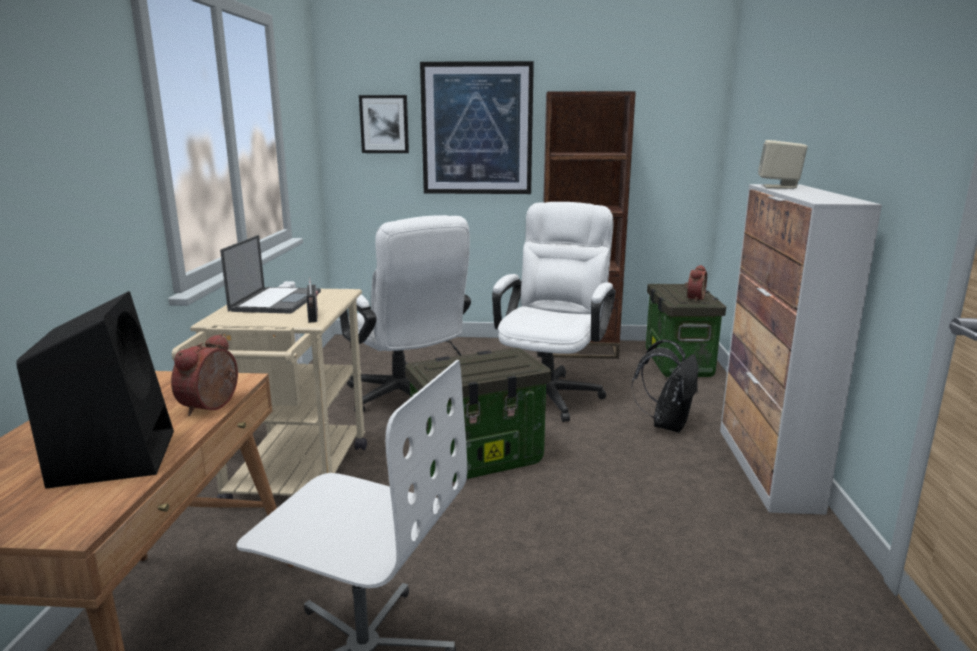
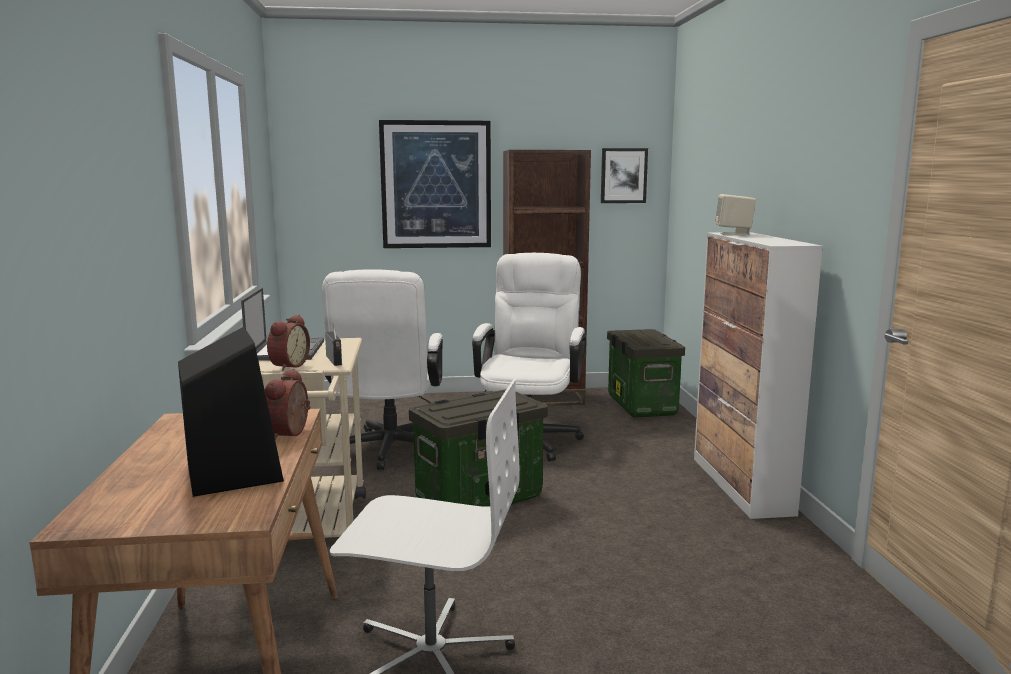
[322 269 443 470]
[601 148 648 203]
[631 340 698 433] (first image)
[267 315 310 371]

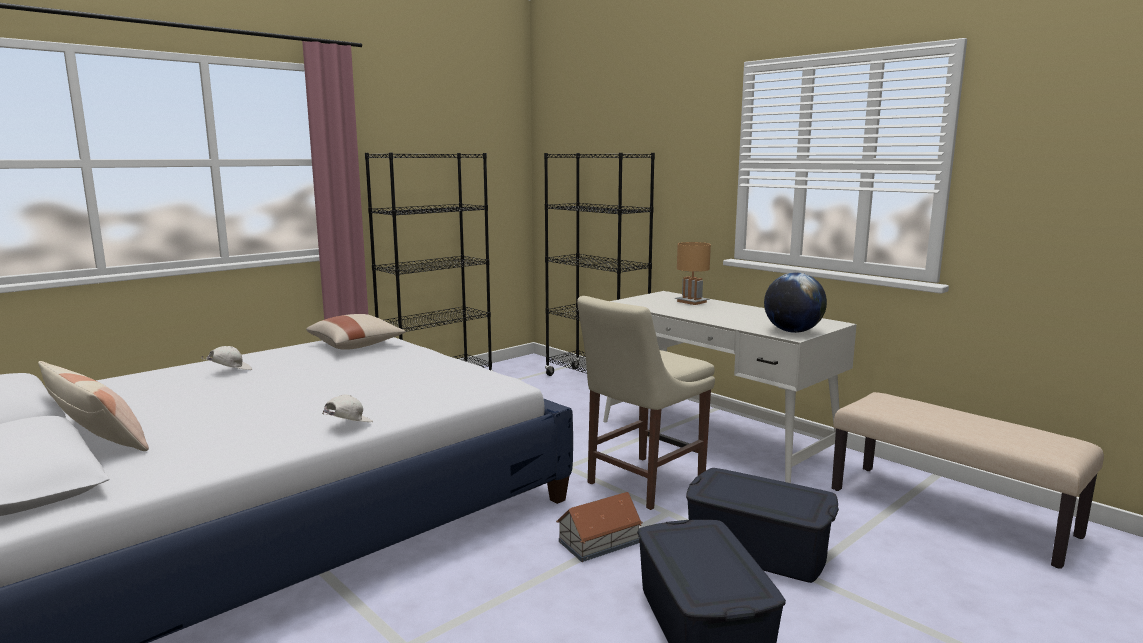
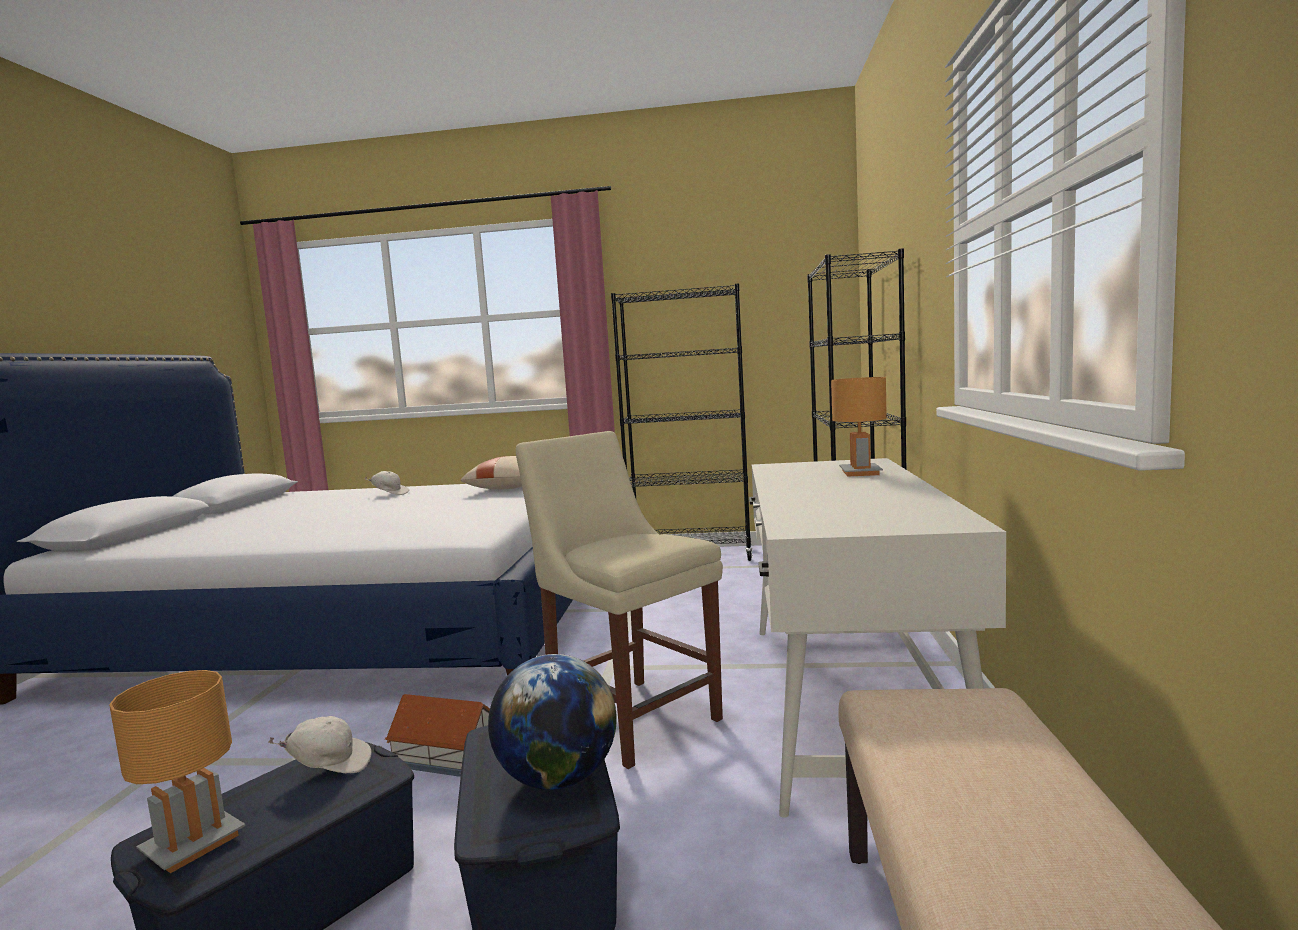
[38 361 149 451] (first image)
[268 716 371 773]
[516 431 723 769]
[488 654 616 790]
[109 670 246 873]

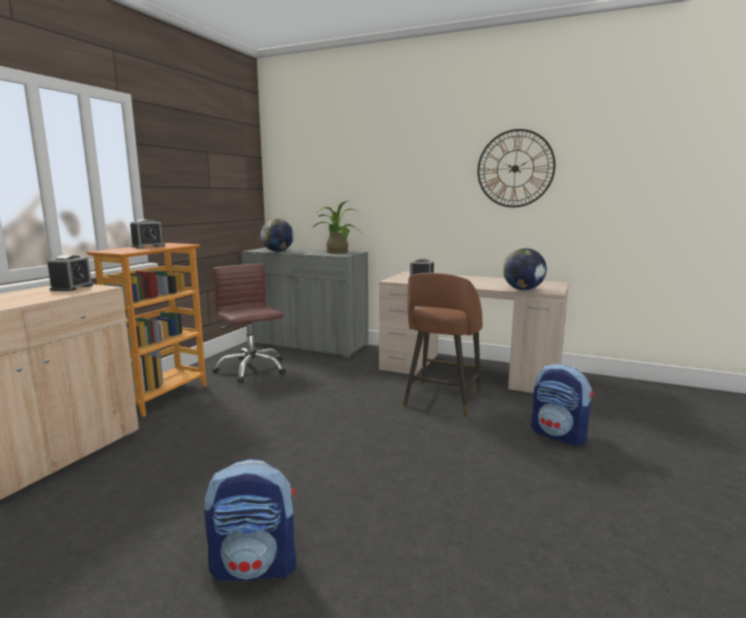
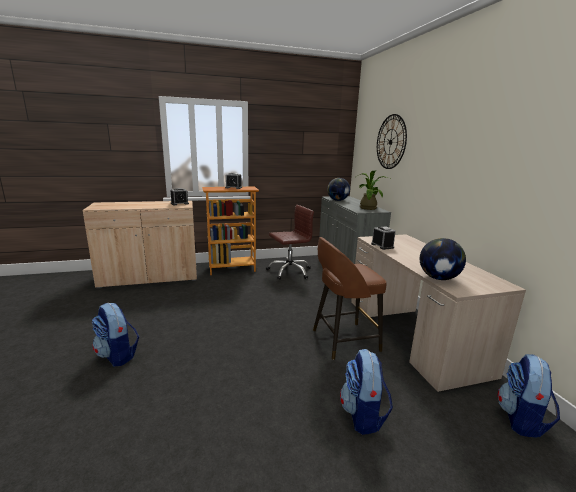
[266 205 314 280]
[377 114 407 169]
[497 354 560 438]

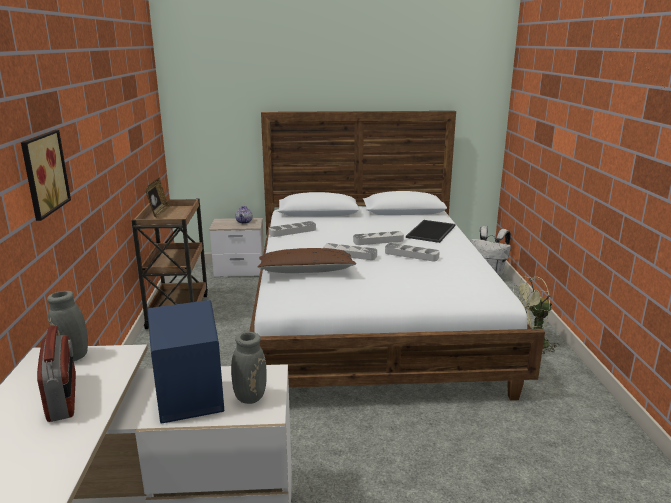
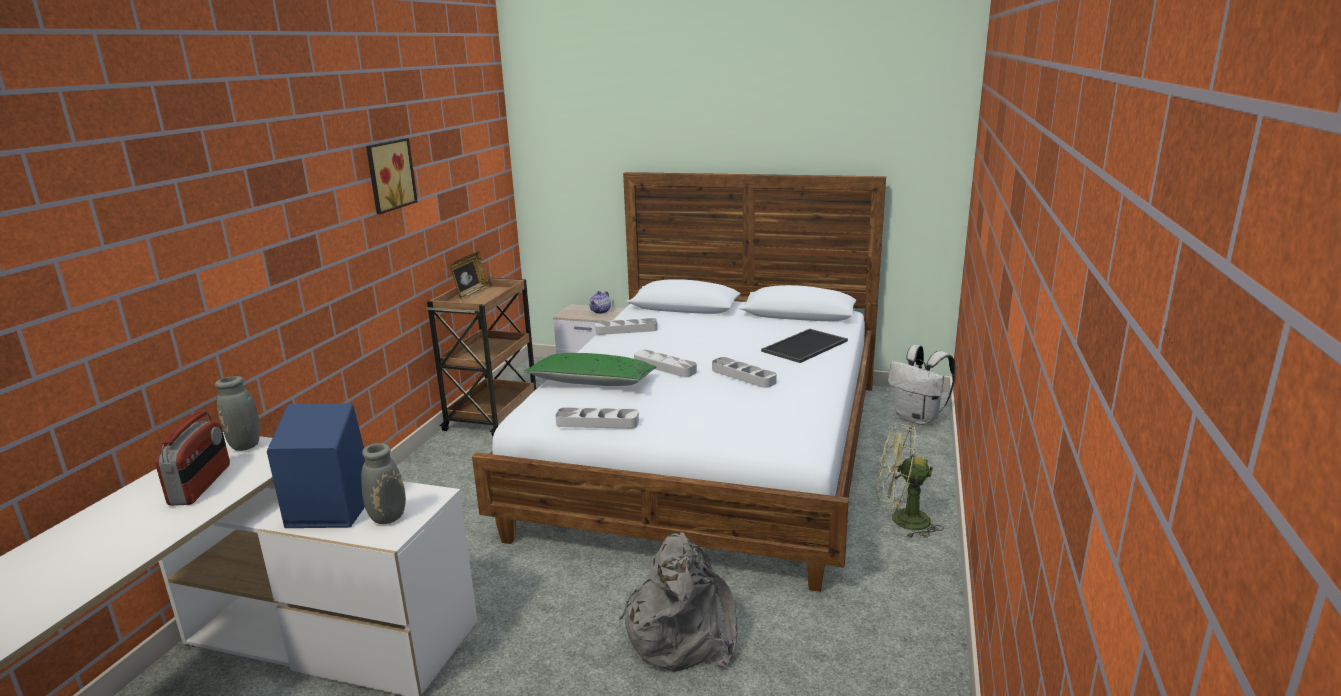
[366 138 418 214]
[524 353 656 386]
[555 407 639 429]
[619 532 737 672]

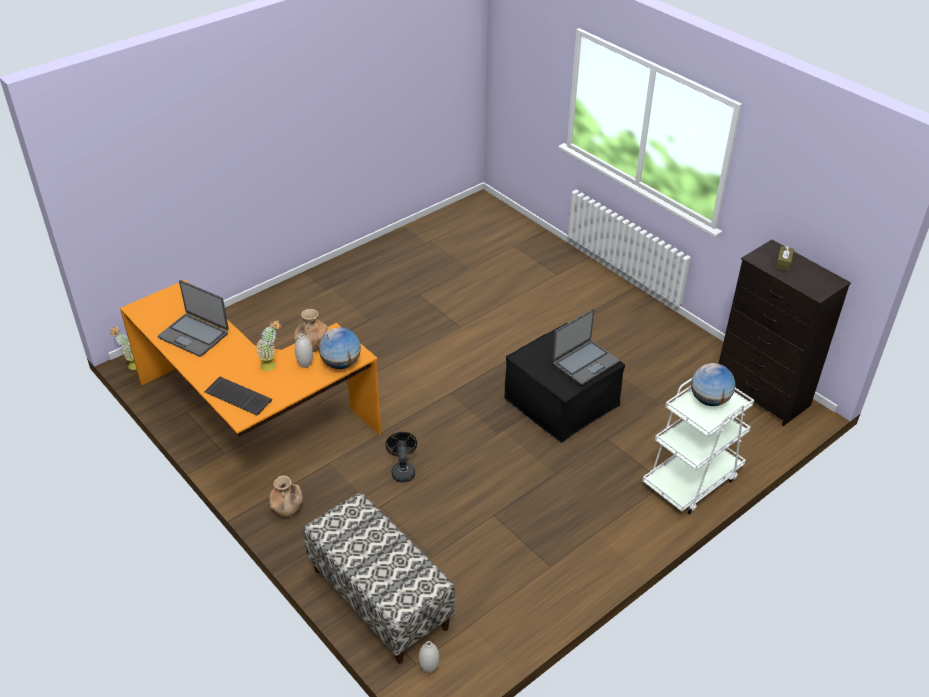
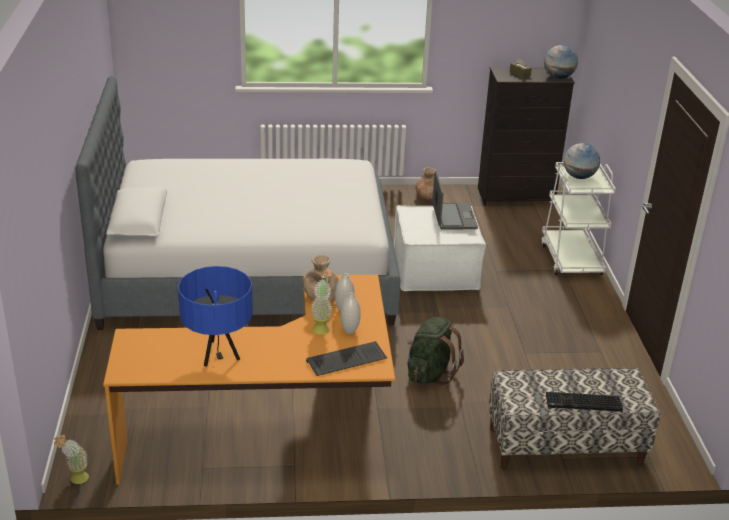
[178 266 253 366]
[415 167 435 201]
[544 45 578 79]
[407 317 464 386]
[341 293 361 334]
[393 205 486 291]
[75 76 400 330]
[546 392 623 412]

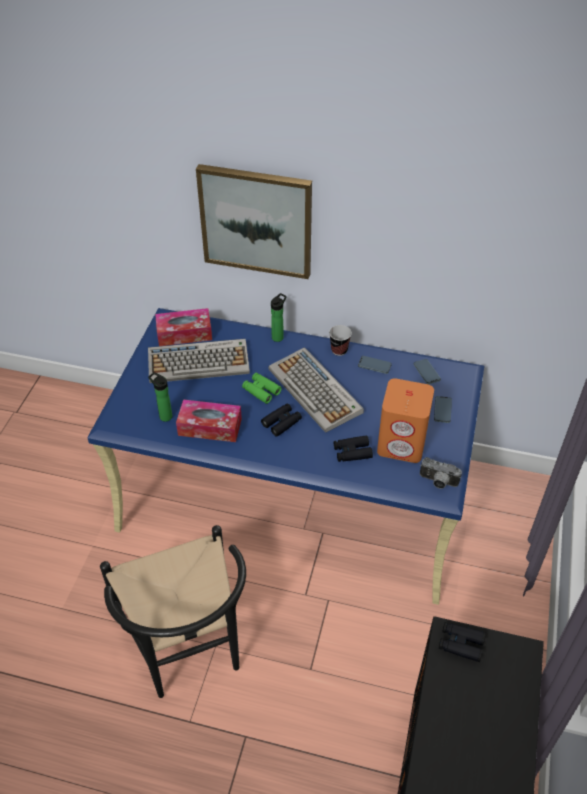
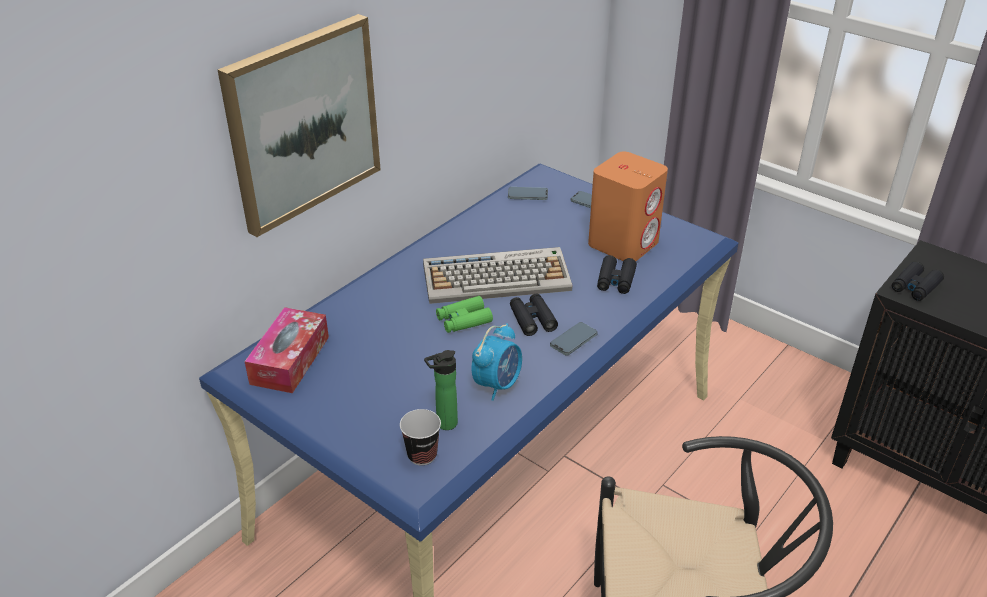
[148 339 250 383] (first image)
[472 323 522 401]
[271 293 287 342] (first image)
[400 409 441 466]
[550 322 598 355]
[420 457 462 489] (first image)

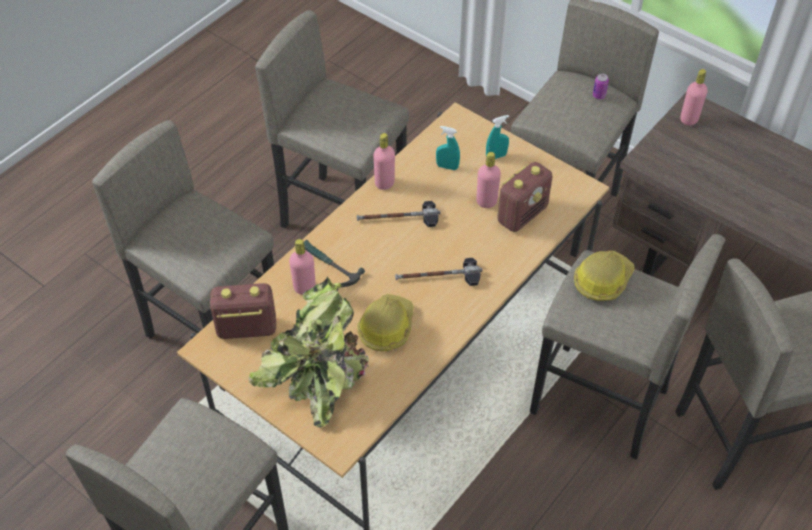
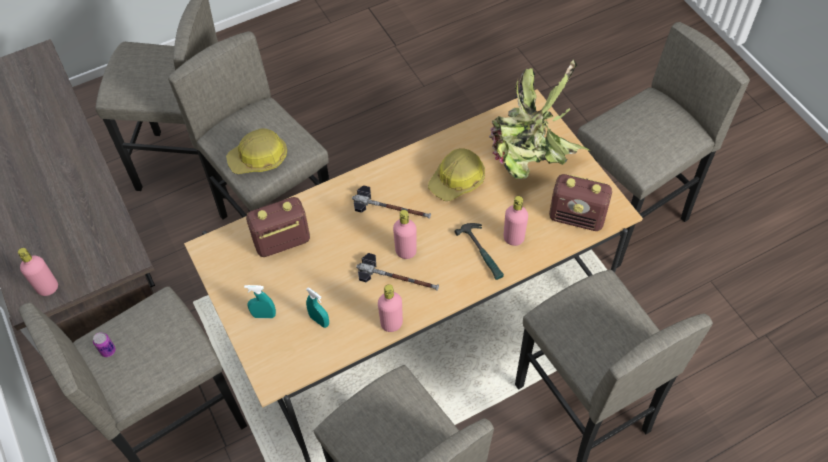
[393 210 417 259]

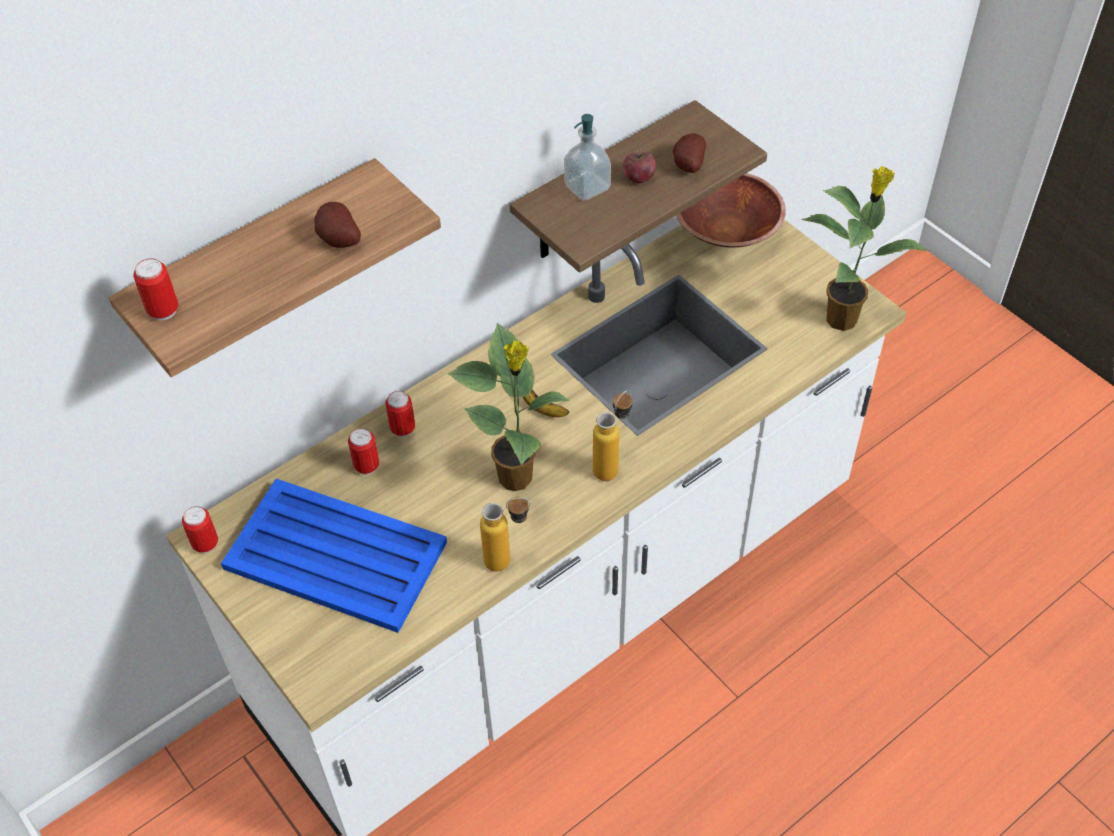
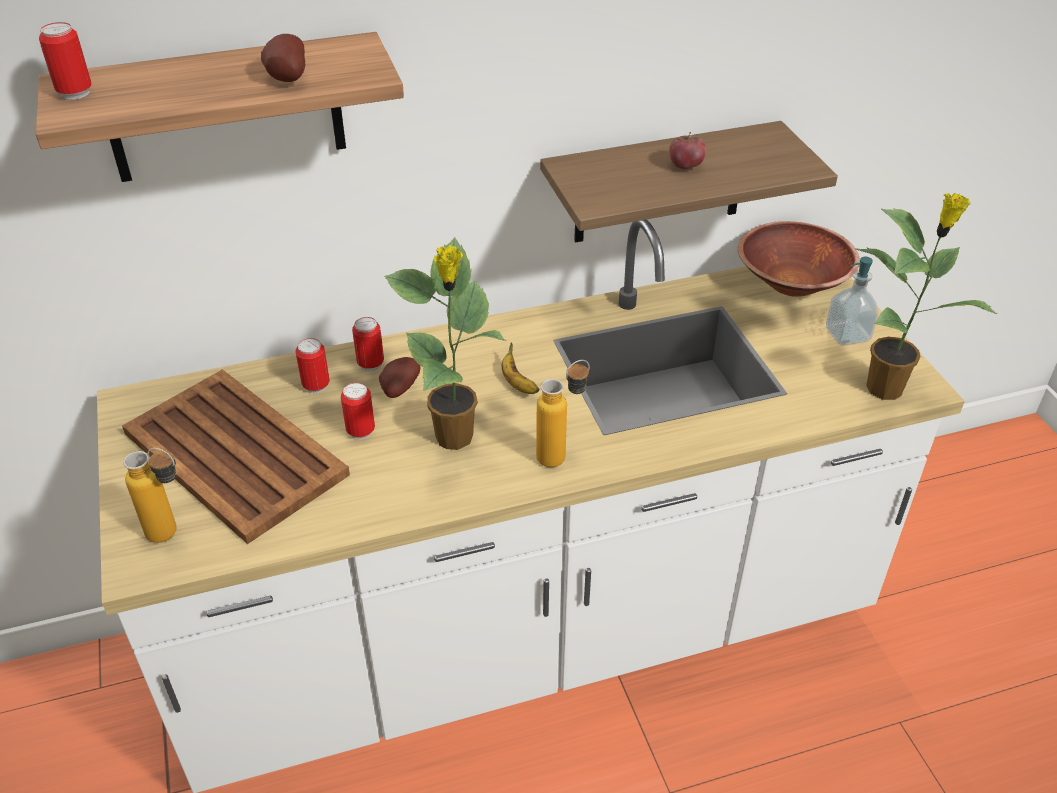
[341 383 375 439]
[122 369 350 544]
[123 448 177 543]
[826 257 878 346]
[379 357 421 398]

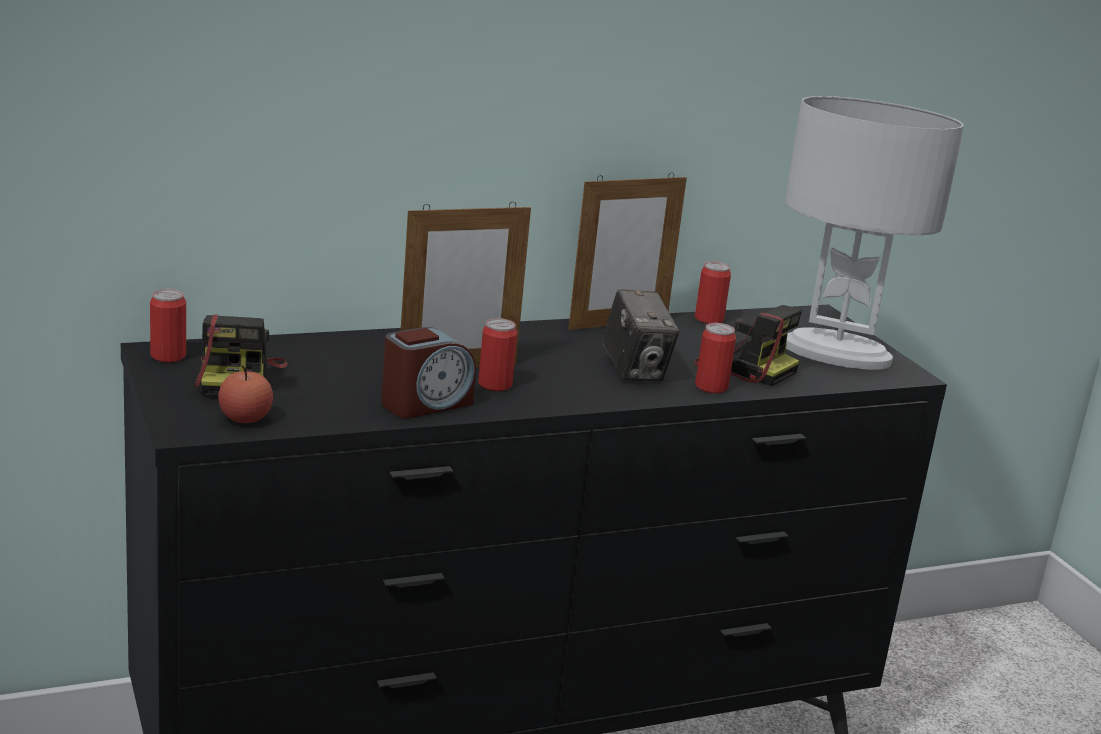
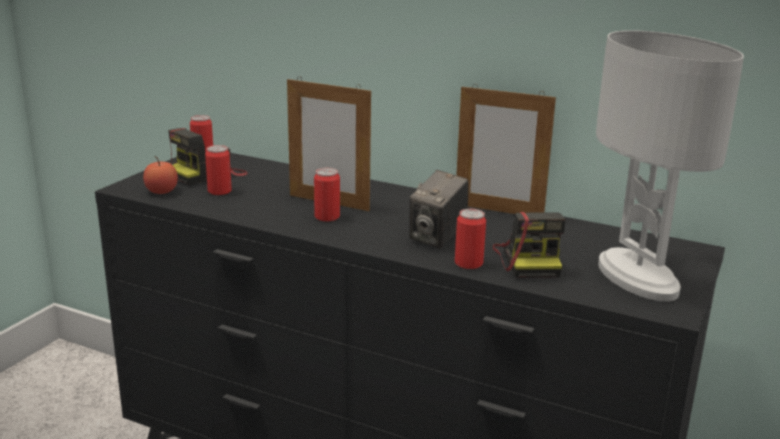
[381 327 476 418] (first image)
[205 145 232 195]

